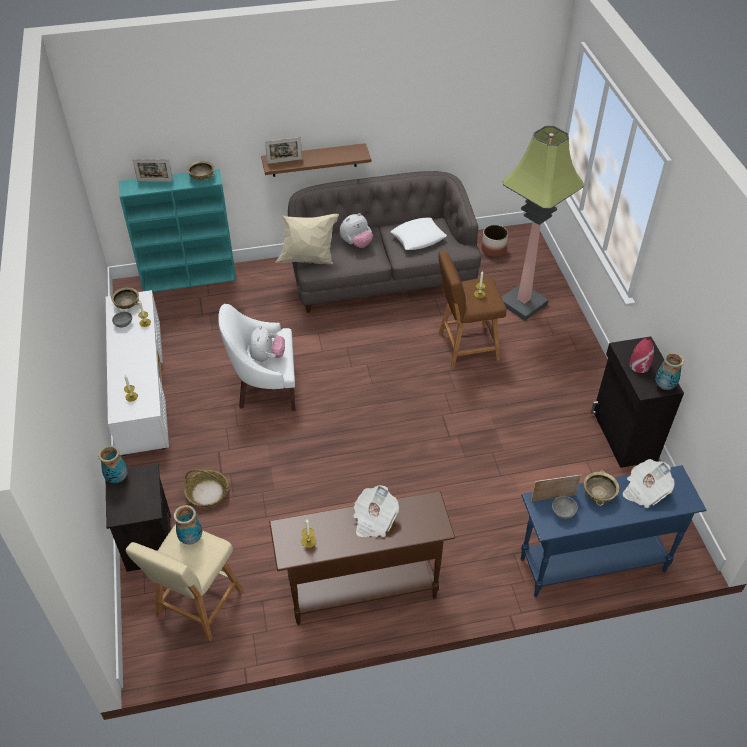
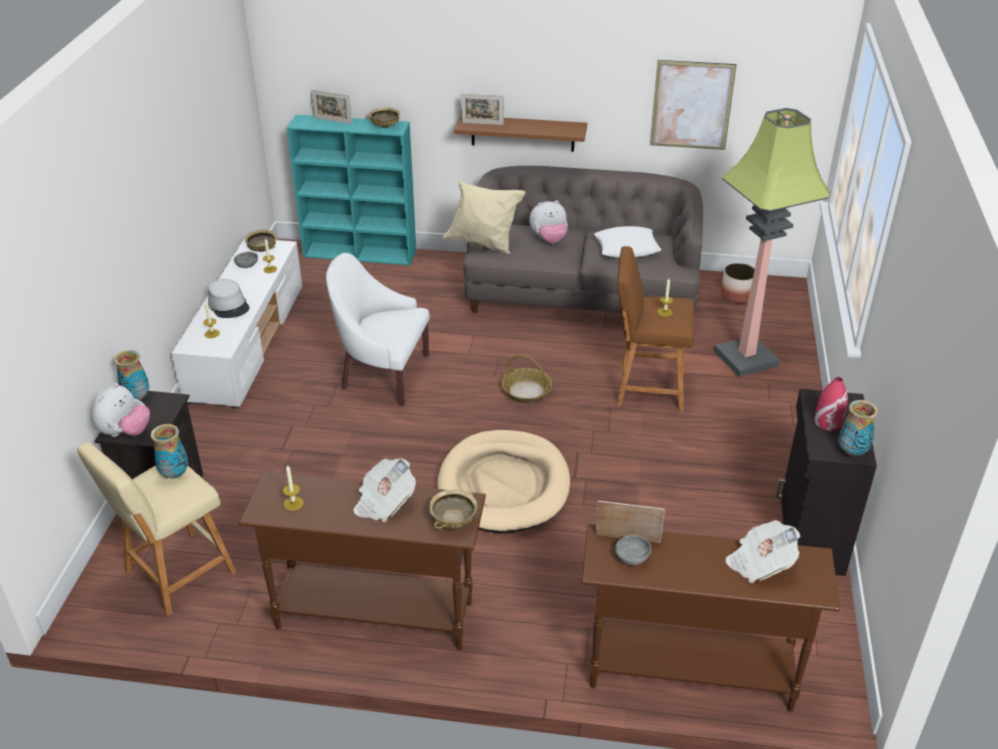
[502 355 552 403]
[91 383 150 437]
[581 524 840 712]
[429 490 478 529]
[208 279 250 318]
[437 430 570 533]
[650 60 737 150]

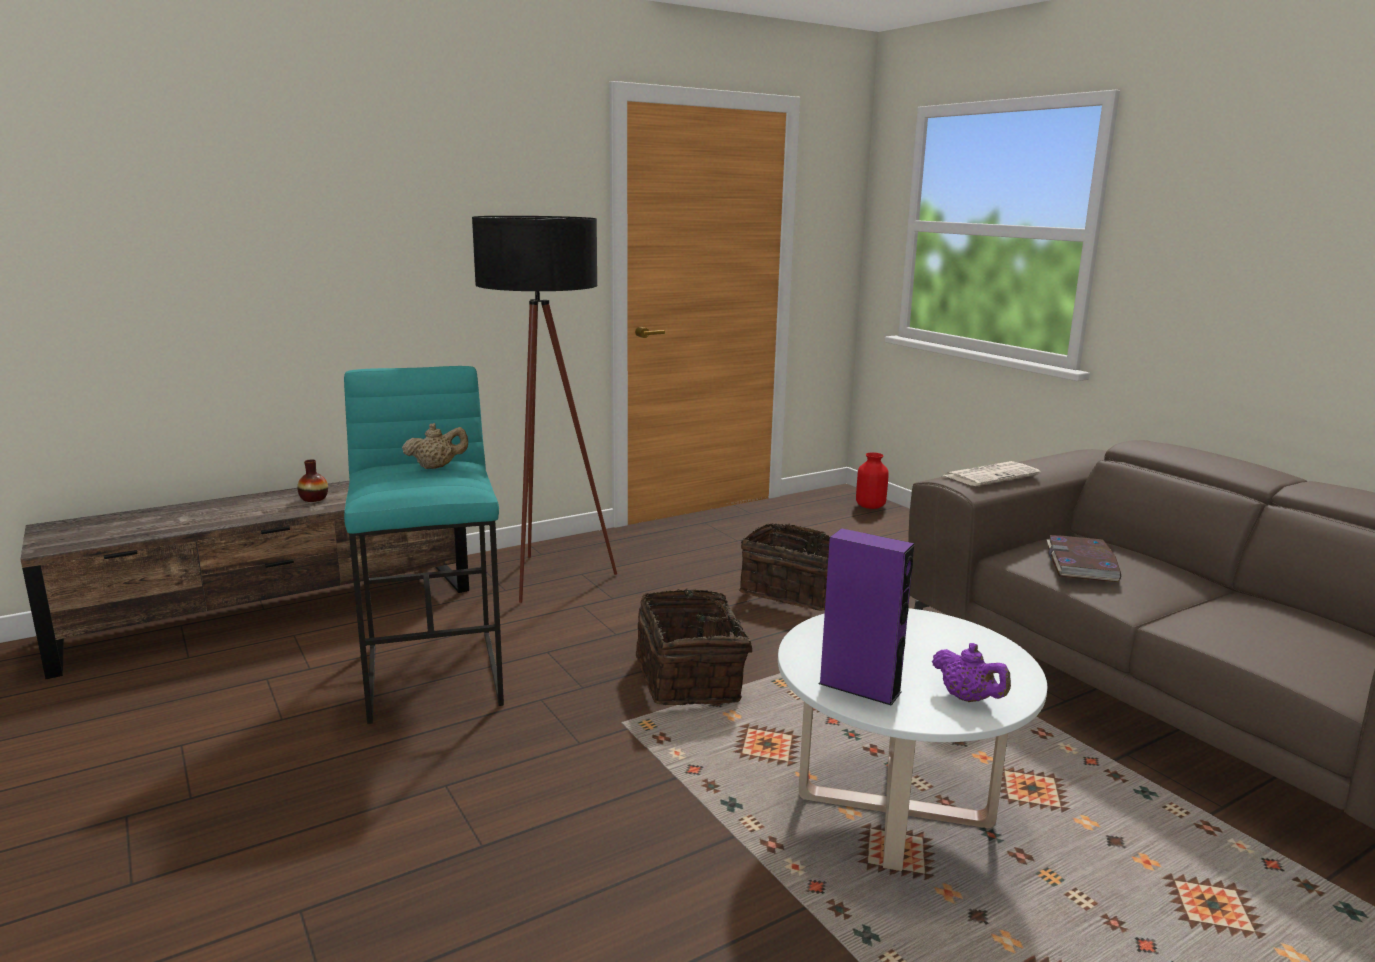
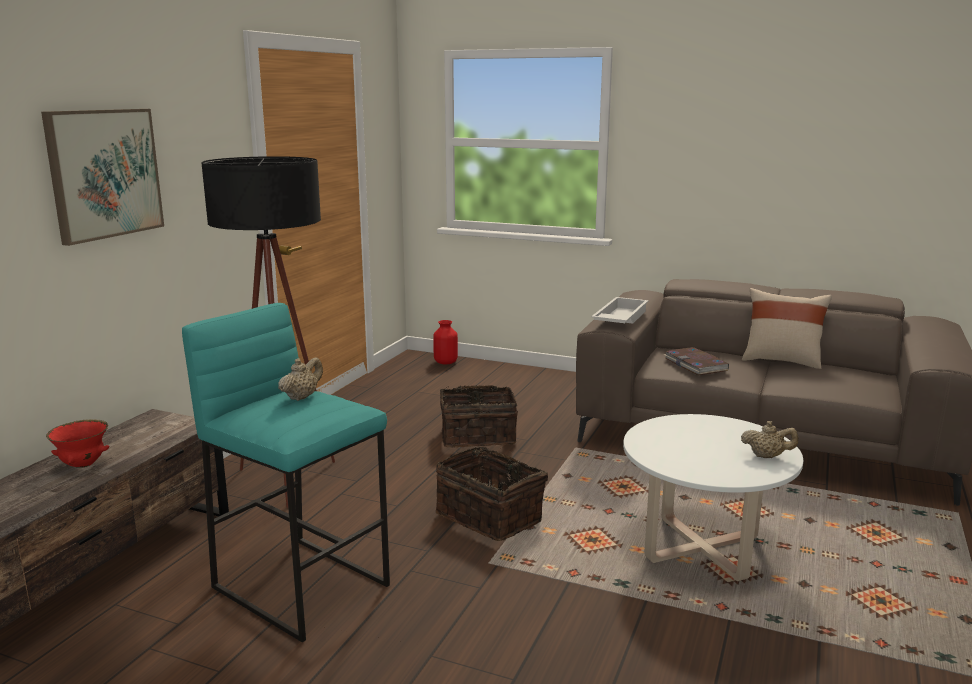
[46 419 109 468]
[818 528 914 706] (first image)
[741 421 798 458]
[591 297 649 324]
[41 109 164 246]
[742 288 832 369]

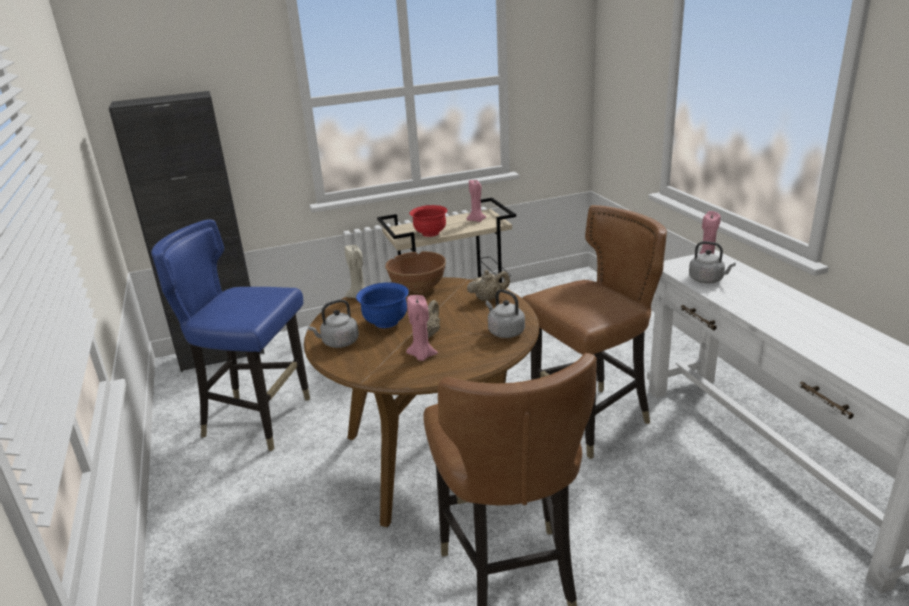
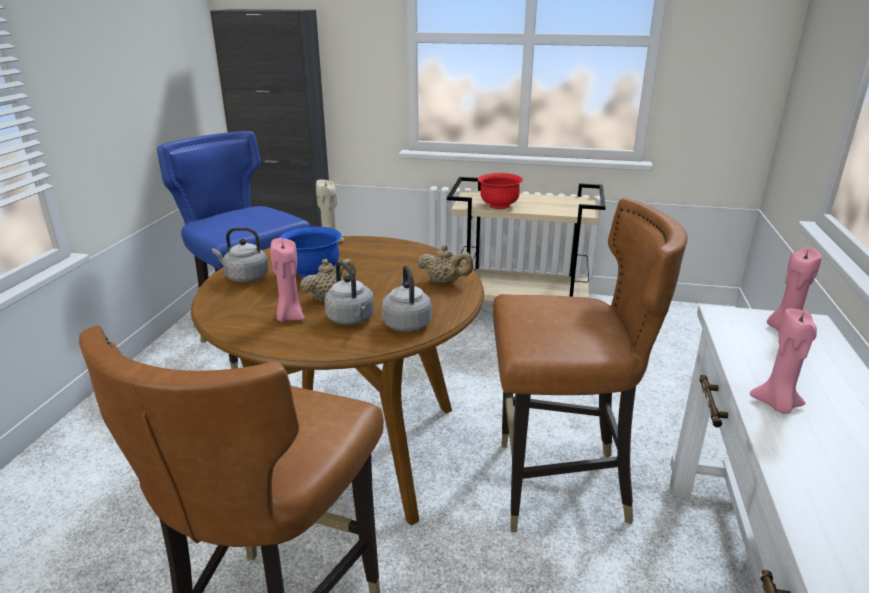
[385 251 446 293] (first image)
[750 308 817 414]
[324 261 374 325]

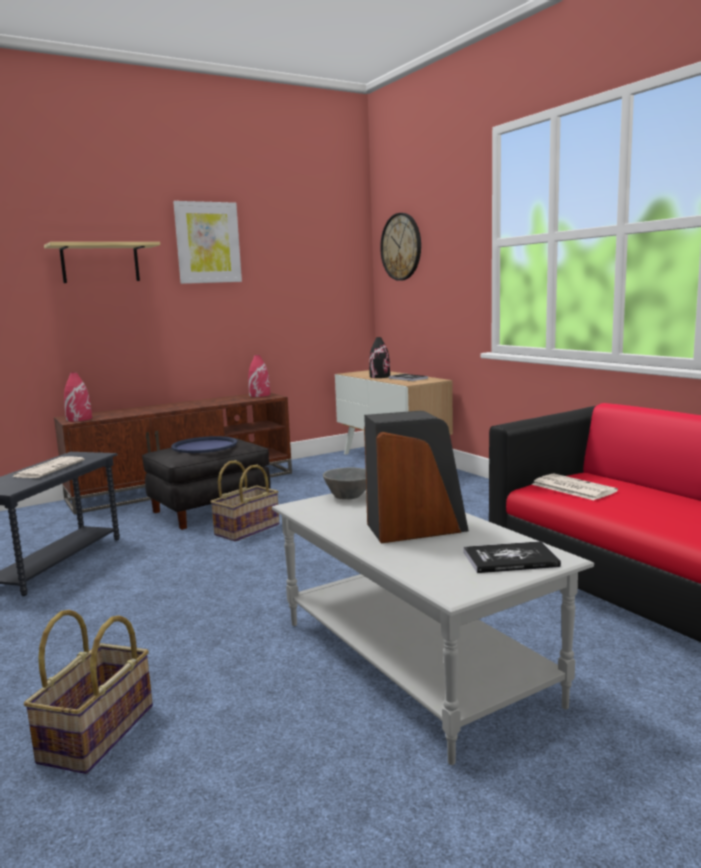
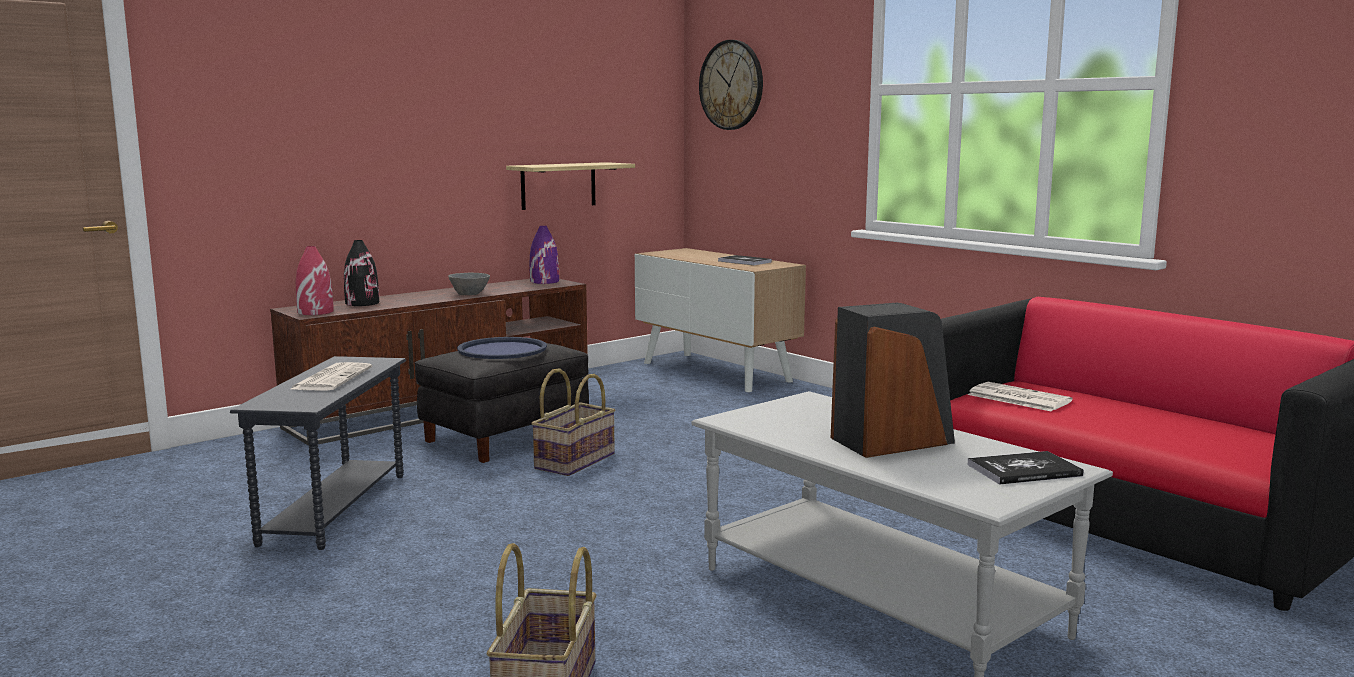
[506 162 635 210]
[173 201 242 284] (first image)
[530 226 559 284]
[448 273 490 295]
[344 240 379 306]

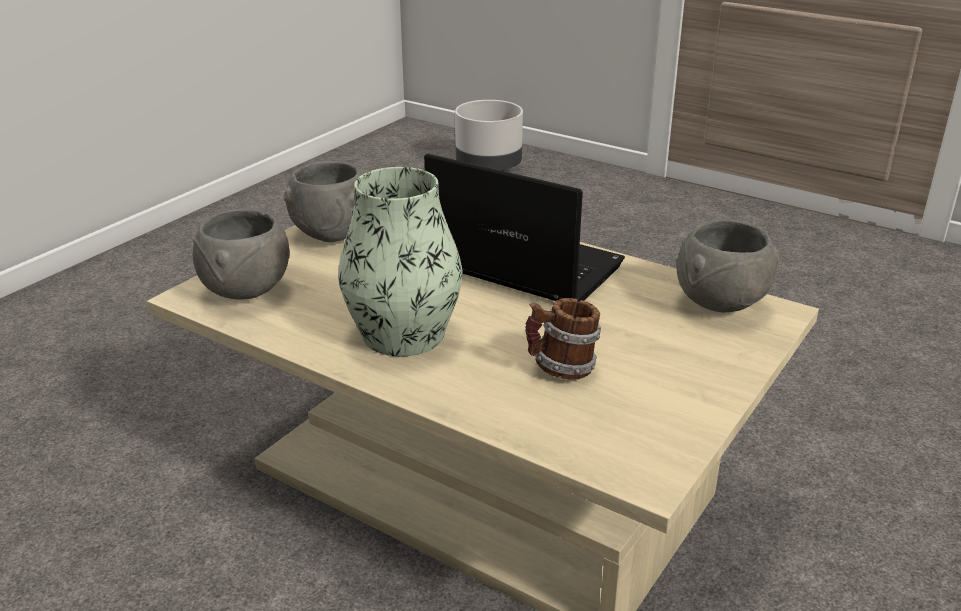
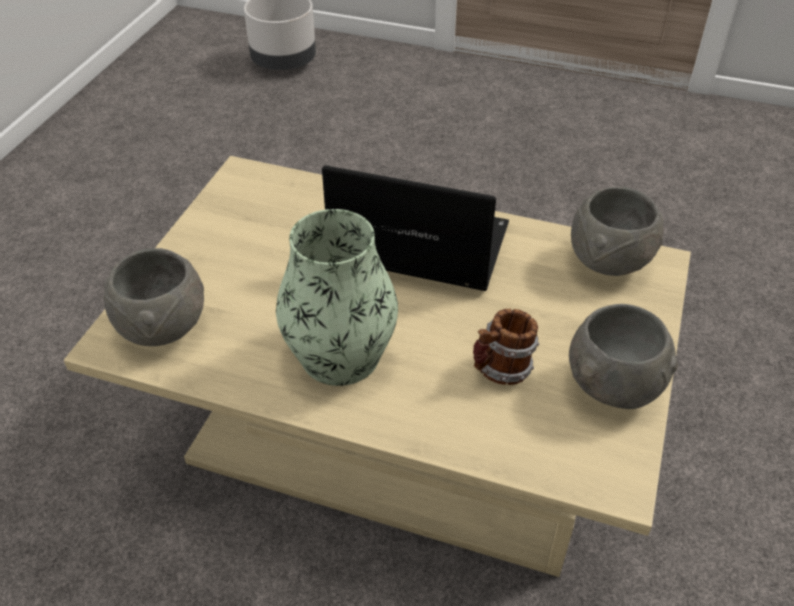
[569 304 678 409]

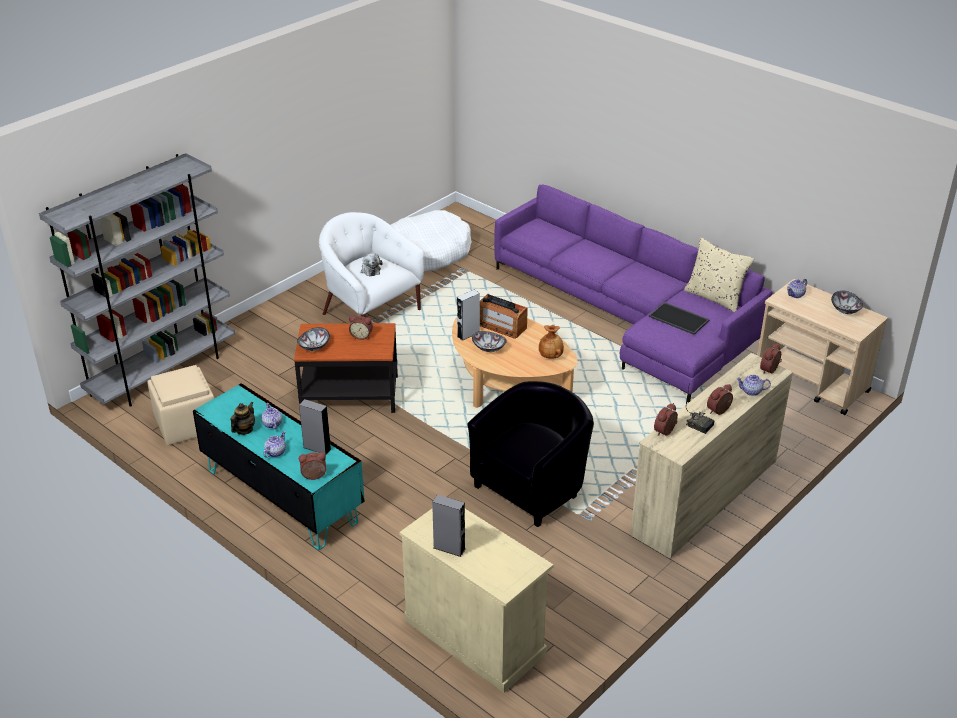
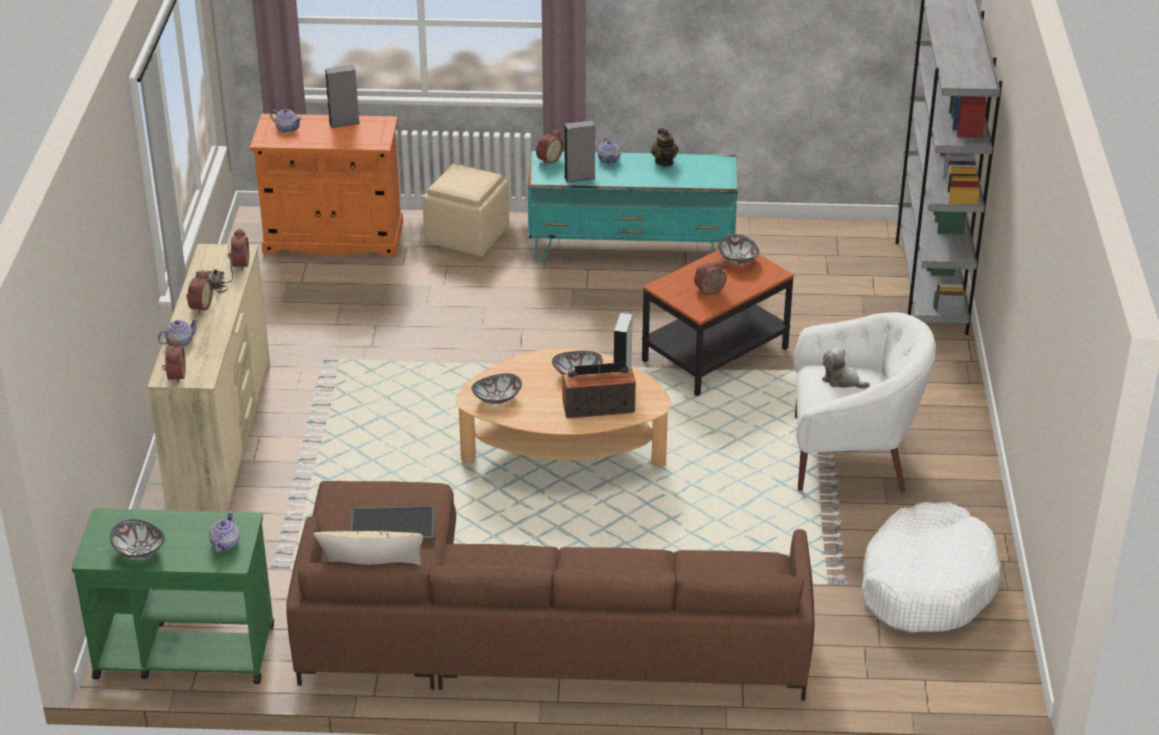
[422 164 509 257]
[270 109 302 133]
[250 114 403 257]
[467 381 594 527] (first image)
[286 481 814 701]
[471 373 522 405]
[72 508 274 684]

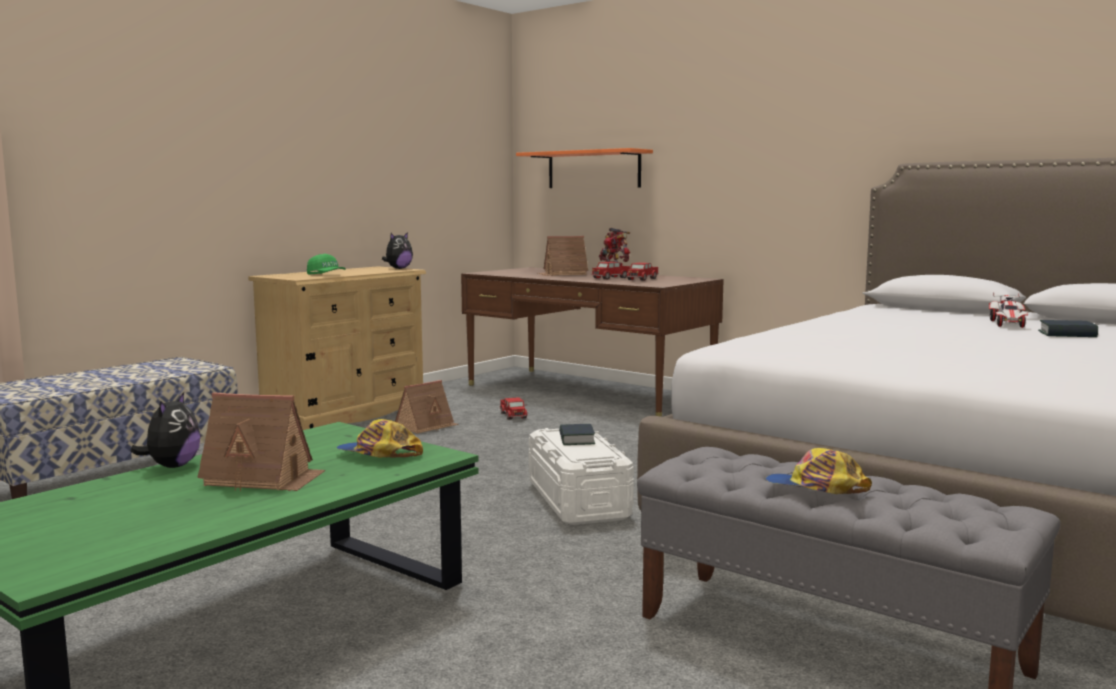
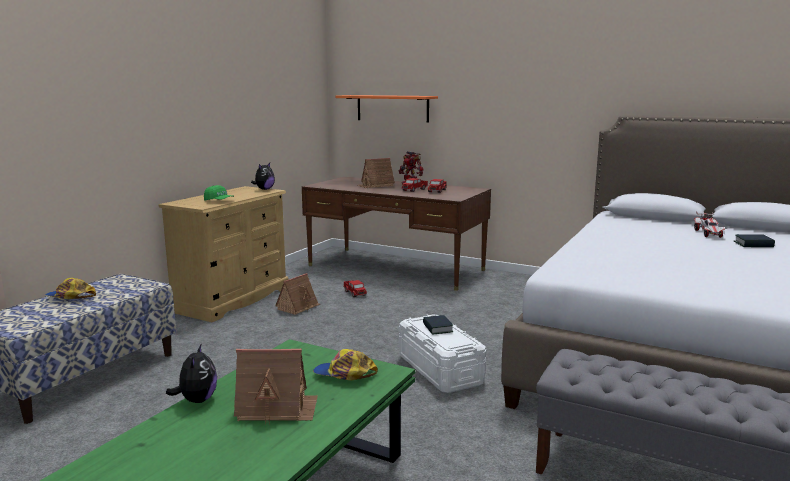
[45 278 96 299]

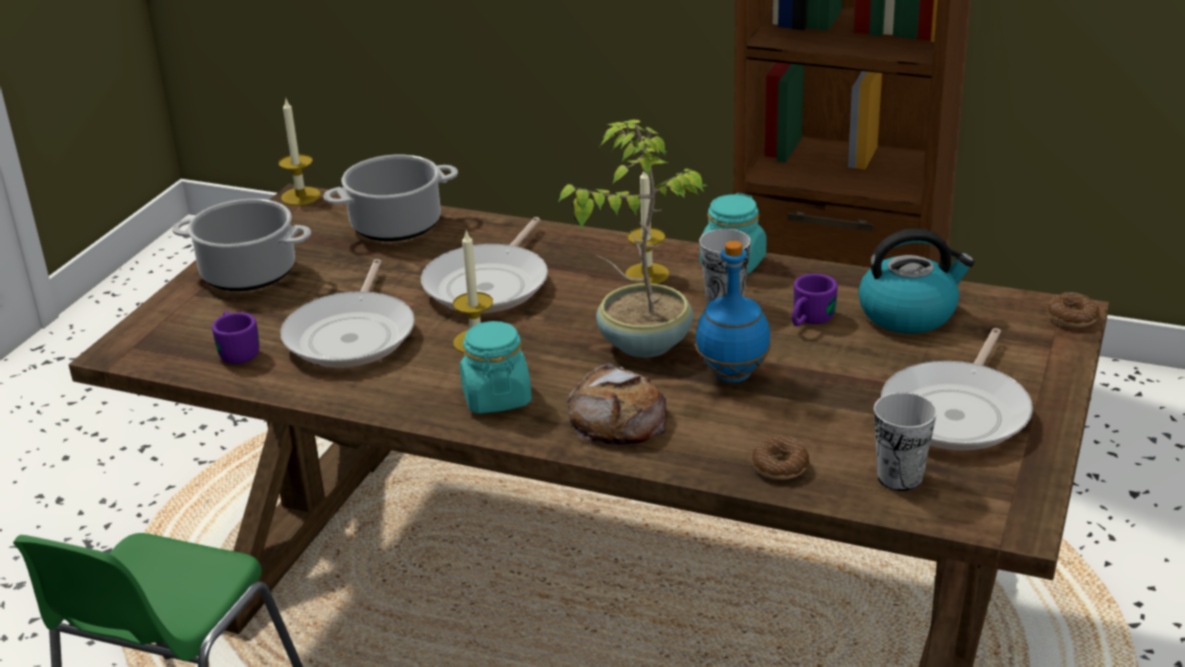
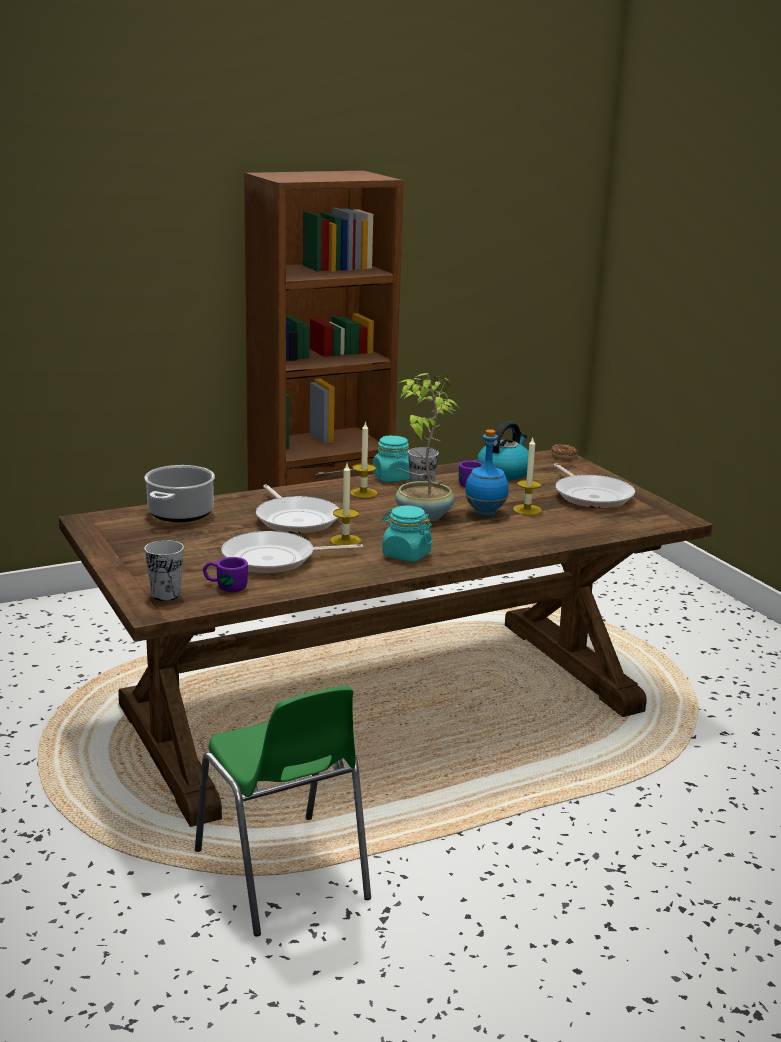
[172 199 311 291] (first image)
[513 438 541 515]
[222 531 363 573]
[567 363 667 446] (first image)
[752 437 810 480] (first image)
[144 540 184 601]

